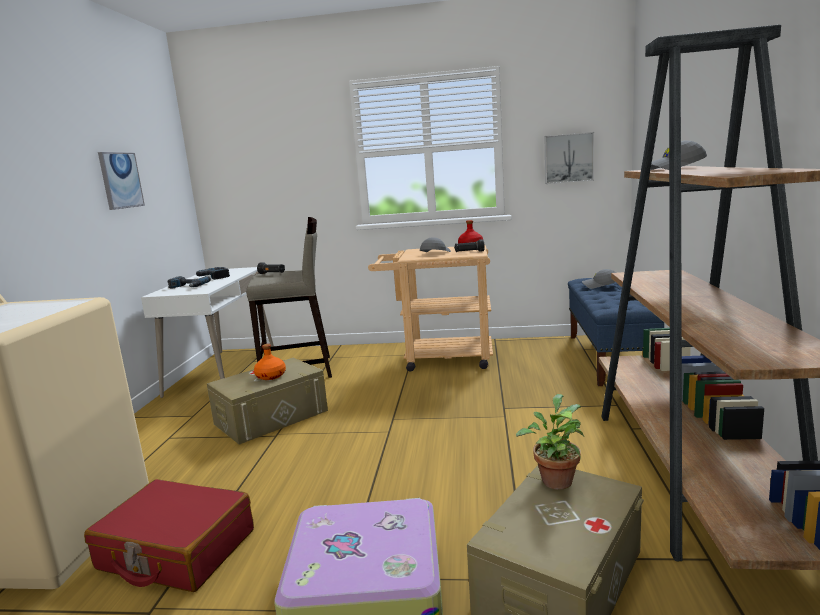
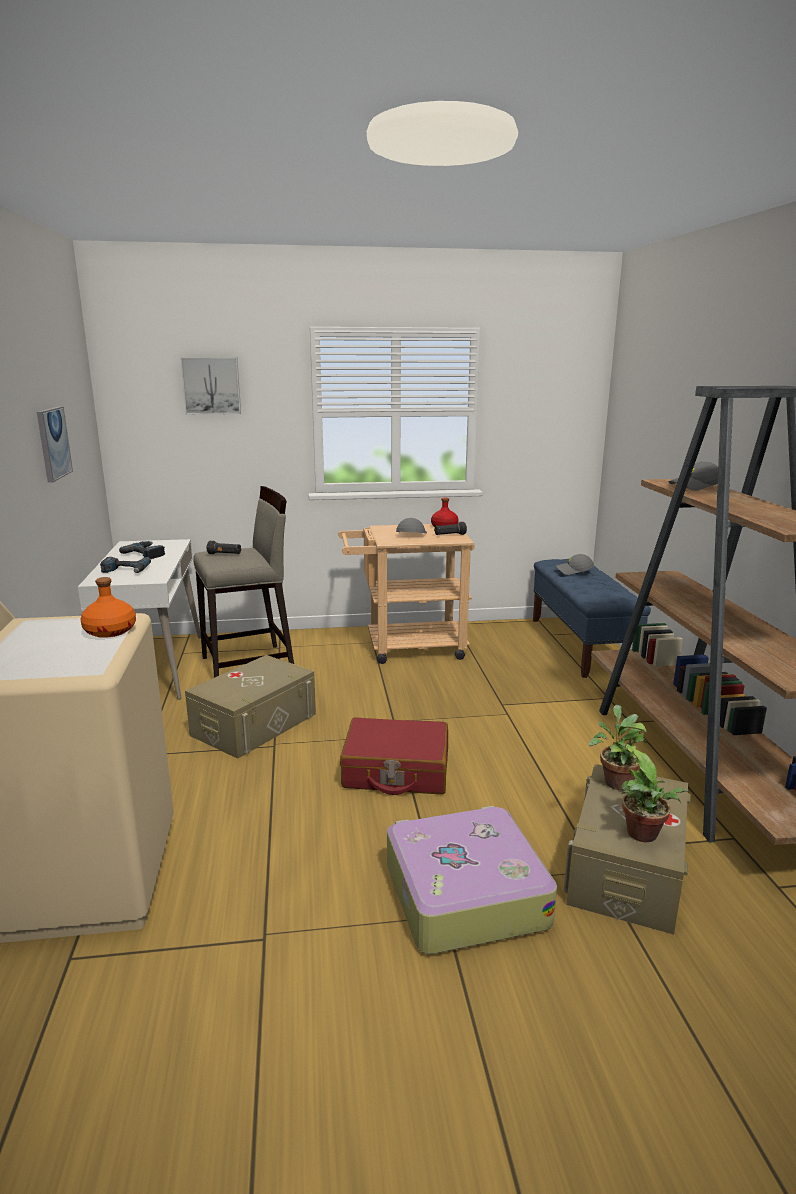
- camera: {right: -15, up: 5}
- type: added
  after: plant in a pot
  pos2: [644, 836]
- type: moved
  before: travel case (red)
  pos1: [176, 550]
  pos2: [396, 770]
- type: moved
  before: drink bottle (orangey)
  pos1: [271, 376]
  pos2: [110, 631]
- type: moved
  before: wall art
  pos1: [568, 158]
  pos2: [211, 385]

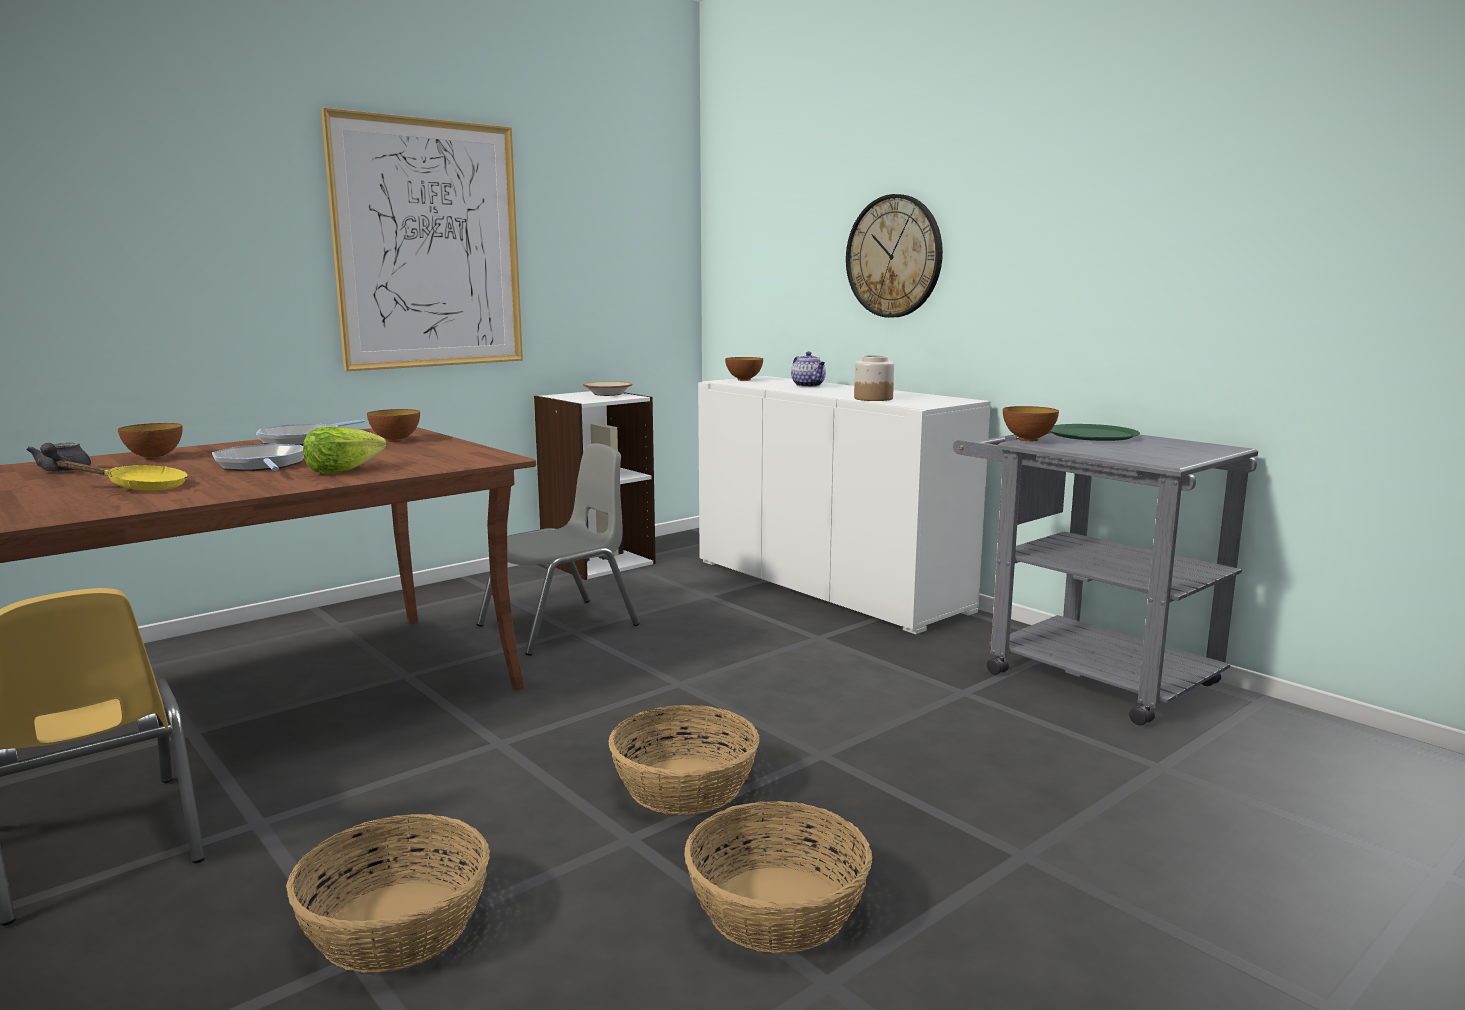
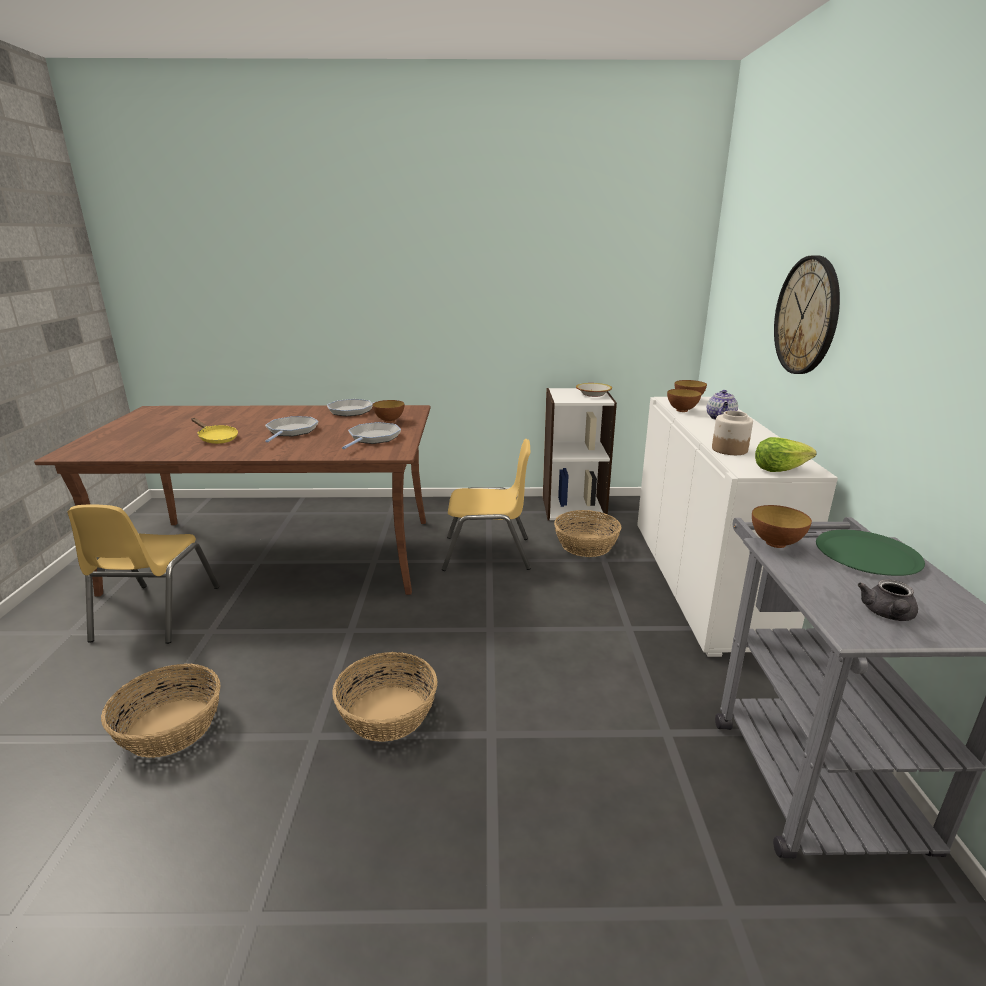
- camera: {right: 40, up: 10}
- type: removed
  before: wall art
  pos1: [428, 245]
- type: added
  after: pan
  pos2: [373, 438]
- type: moved
  before: pot for tea (grey)
  pos1: [62, 471]
  pos2: [887, 615]
- type: moved
  before: serving bowl
  pos1: [154, 458]
  pos2: [682, 410]
- type: moved
  before: head of lettuce
  pos1: [343, 470]
  pos2: [779, 469]
- type: moved
  before: basket
  pos1: [777, 907]
  pos2: [586, 545]
- type: recoloured
  before: chair (grey)
  after: chair (yellow-coloured)
  pos1: [560, 626]
  pos2: [487, 554]

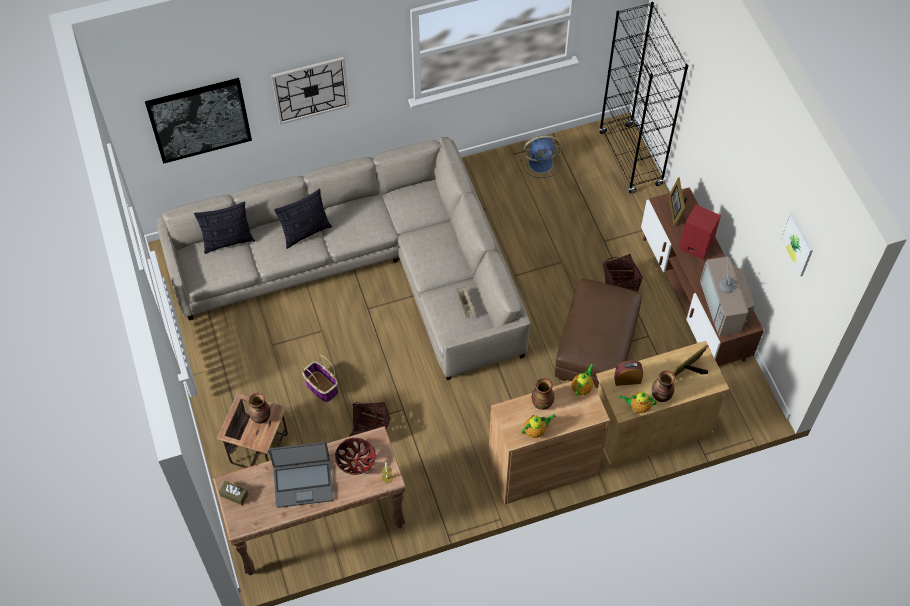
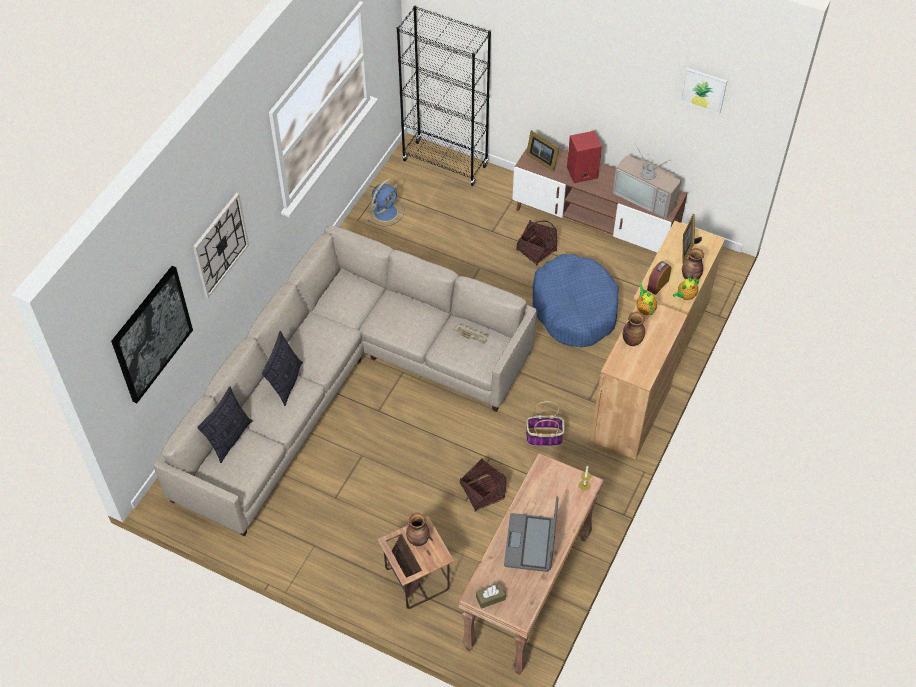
- camera: {right: -45, up: -5}
- type: removed
  before: serving bowl
  pos1: [356, 461]
- type: removed
  before: pot for tea
  pos1: [536, 430]
- type: moved
  before: basket
  pos1: [321, 387]
  pos2: [543, 437]
- type: replaced
  before: footrest (brown-coloured)
  after: dog bed (blue)
  pos1: [595, 352]
  pos2: [574, 308]
- type: turned
  before: notebook computer
  pos1: [303, 483]
  pos2: [531, 543]
  turn: 150

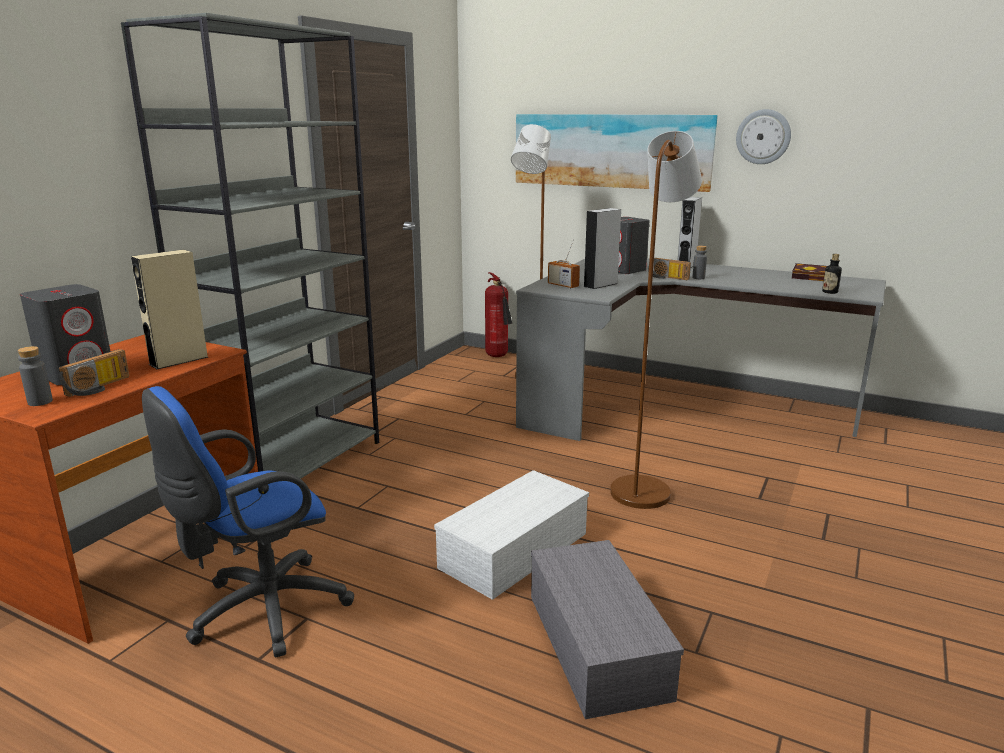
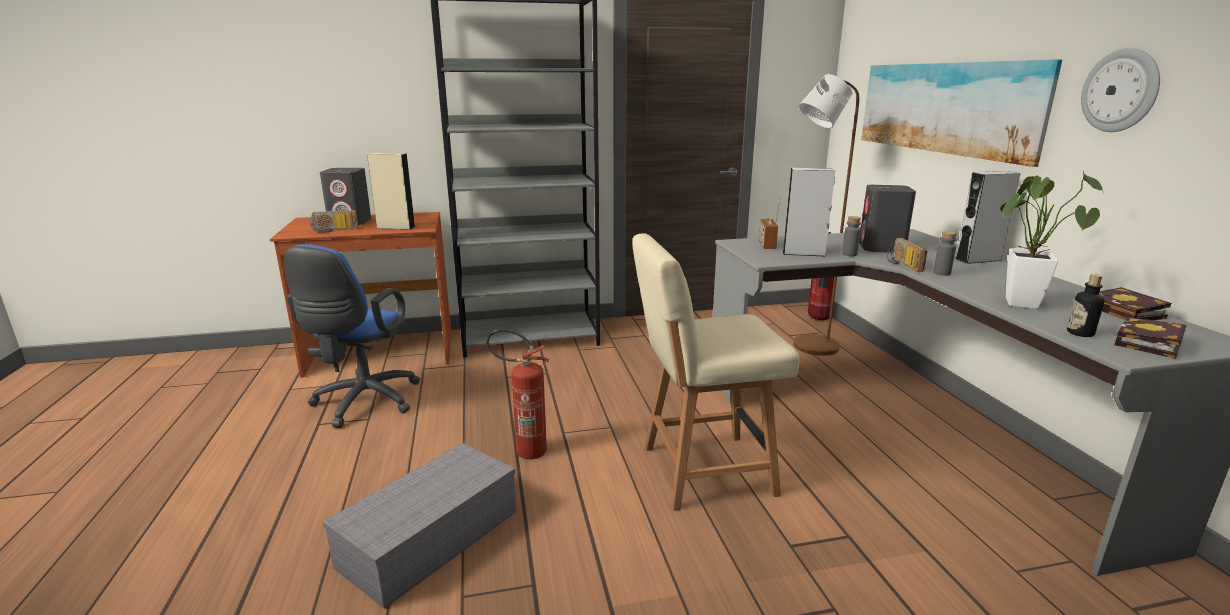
- camera: {right: 50, up: 0}
- type: added
  after: plant in a pot
  pos2: [1020, 301]
- type: added
  after: bound book
  pos2: [1149, 344]
- type: moved
  before: drink bottle (grey)
  pos1: [40, 402]
  pos2: [849, 254]
- type: replaced
  before: storage container (white)
  after: fire extinguisher
  pos1: [514, 549]
  pos2: [523, 451]
- type: replaced
  before: standing lamp (brown-coloured)
  after: chair (beige-coloured)
  pos1: [644, 488]
  pos2: [702, 471]
- type: turned
  before: desk chair (blue)
  pos1: [261, 611]
  pos2: [363, 403]
  turn: -90

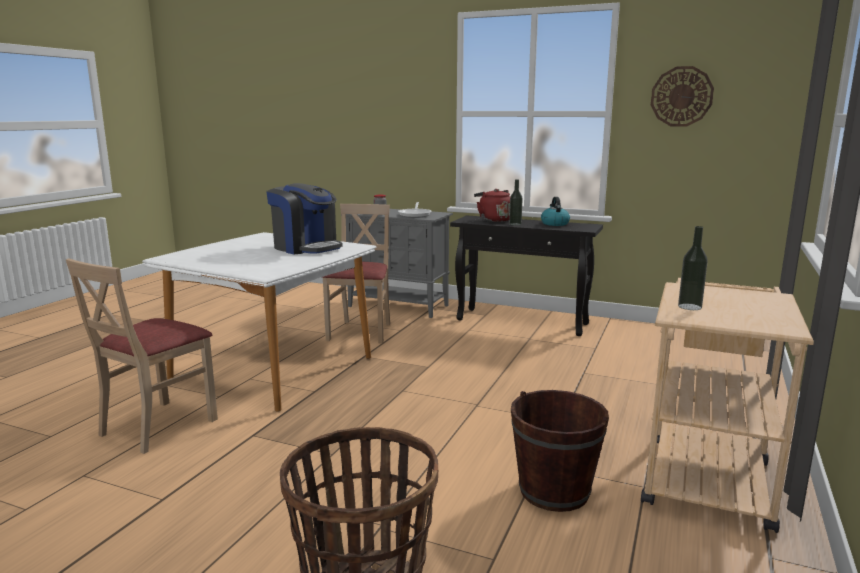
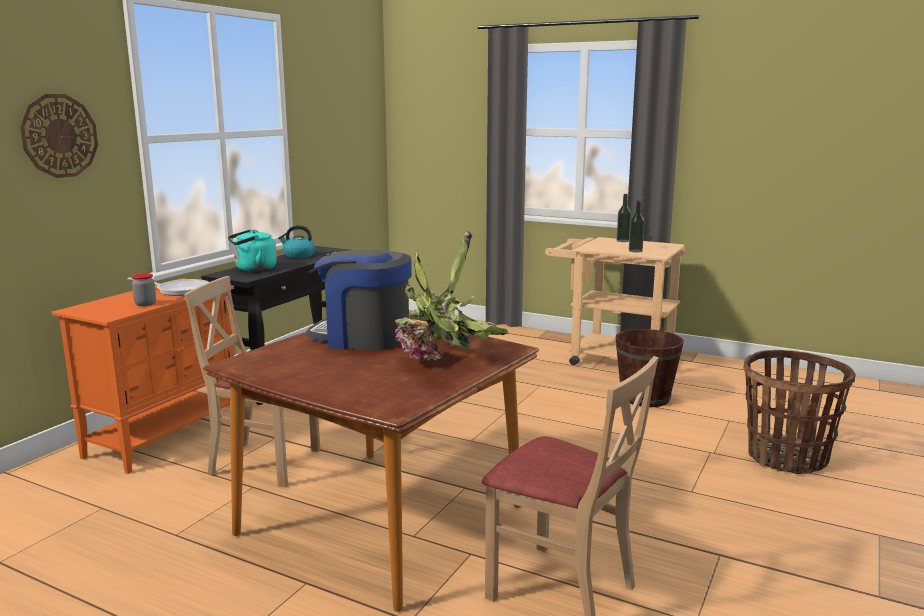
- camera: {right: -85, up: 0}
- type: added
  after: plant in a pot
  pos2: [444, 361]
- type: moved
  before: drink bottle
  pos1: [515, 224]
  pos2: [622, 241]
- type: moved
  before: wall clock
  pos1: [681, 96]
  pos2: [59, 136]
- type: recoloured
  before: dinner table (white)
  after: dinner table (brown-coloured)
  pos1: [272, 369]
  pos2: [382, 521]
- type: recoloured
  before: storage cabinet (grey)
  after: storage cabinet (orangey)
  pos1: [399, 306]
  pos2: [165, 436]
- type: recoloured
  before: kettle (red)
  after: kettle (turquoise-coloured)
  pos1: [493, 220]
  pos2: [253, 269]
- type: turned
  before: coffee brewer
  pos1: [306, 247]
  pos2: [362, 337]
  turn: -120

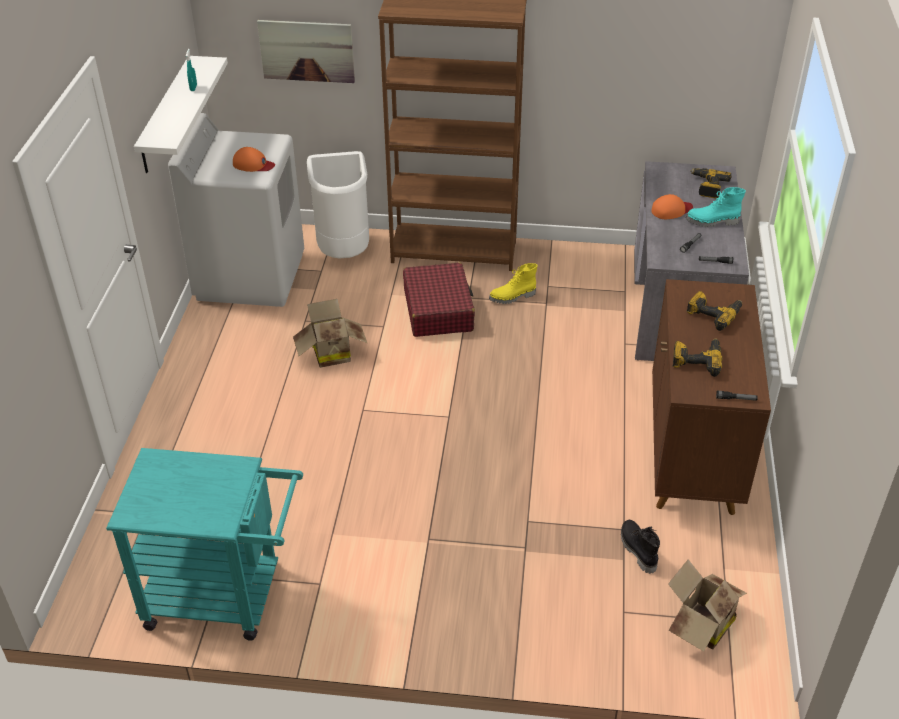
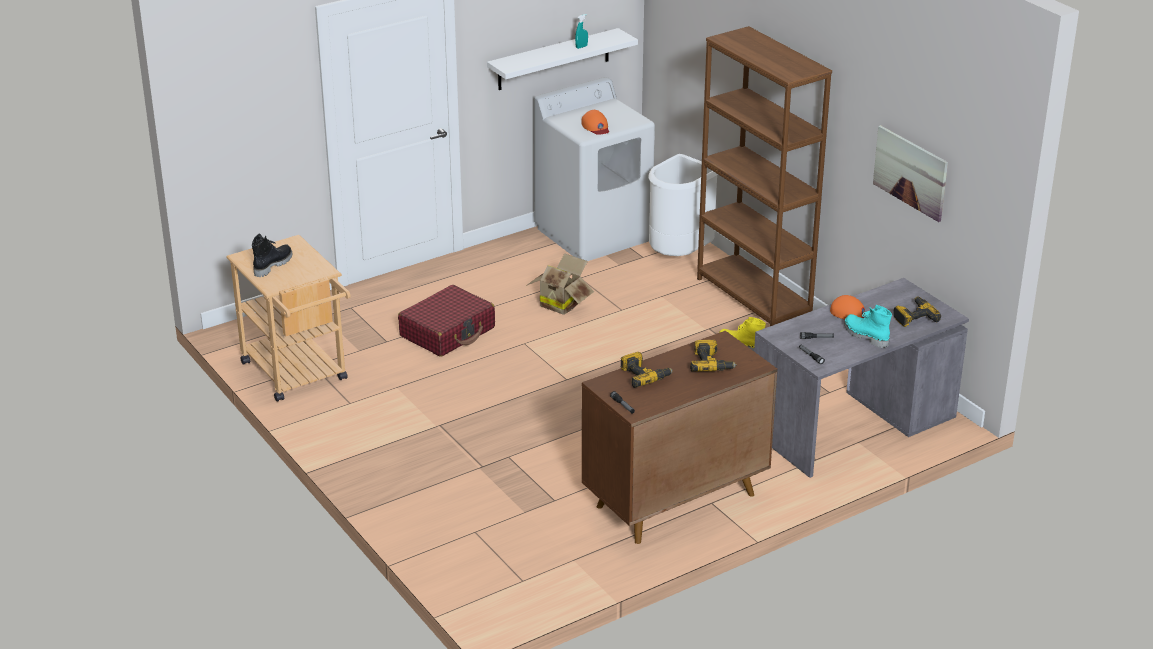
- camera: {right: 50, up: -10}
- type: removed
  before: cardboard box
  pos1: [699, 625]
- type: moved
  before: wall art
  pos1: [307, 51]
  pos2: [910, 172]
- type: moved
  before: travel case (red)
  pos1: [438, 310]
  pos2: [448, 332]
- type: moved
  before: high-top boot (black-coloured)
  pos1: [637, 550]
  pos2: [272, 265]
- type: recoloured
  before: cart (turquoise-coloured)
  after: cart (beige-coloured)
  pos1: [225, 596]
  pos2: [298, 375]

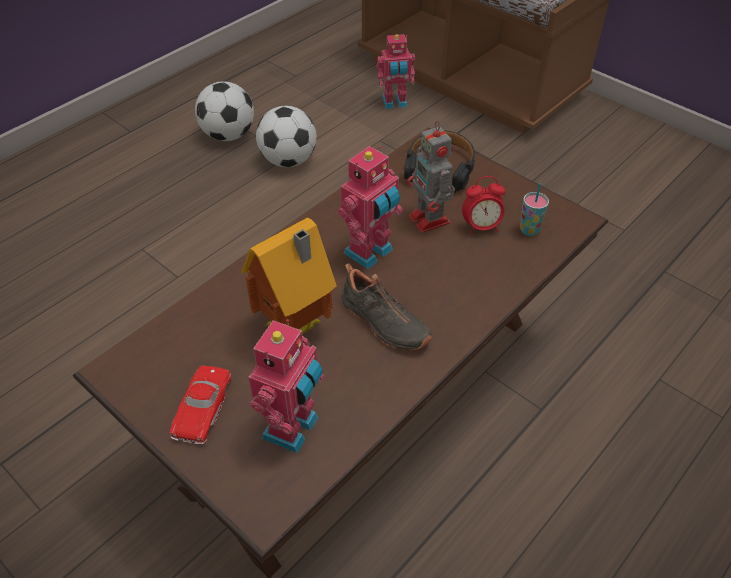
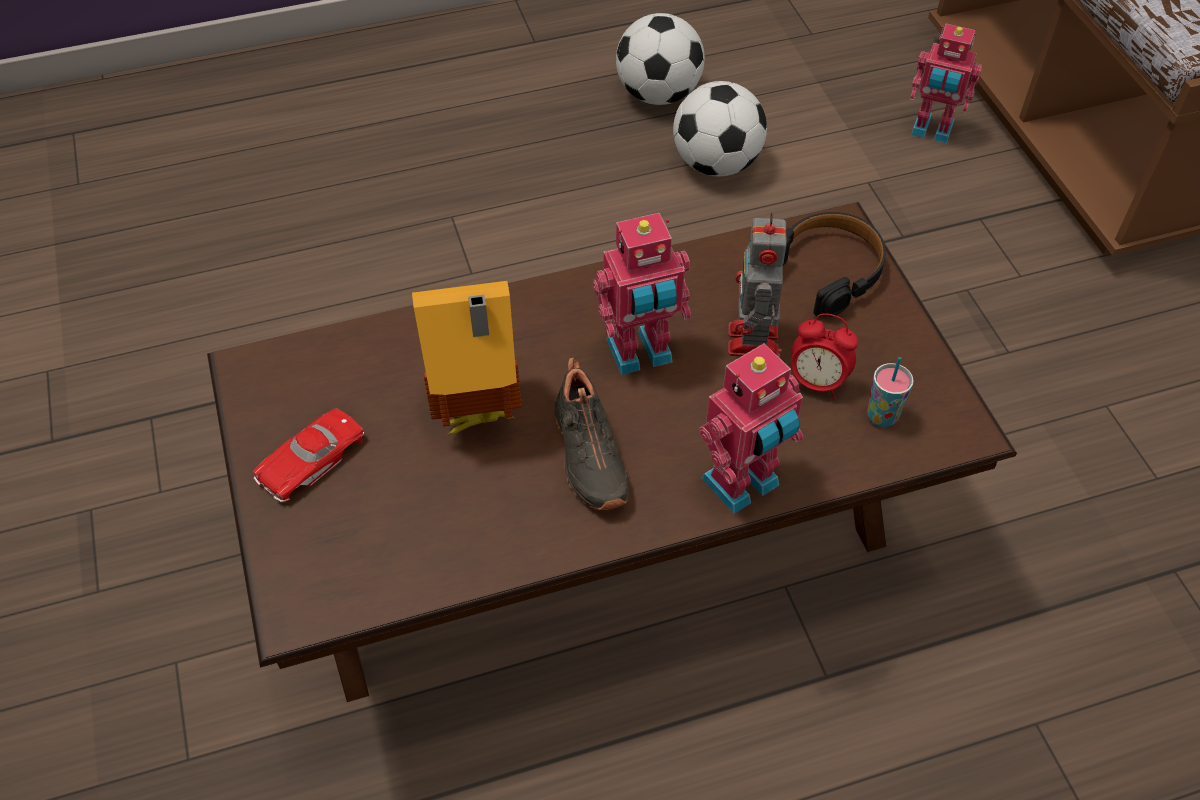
- camera: {right: 30, up: 5}
- type: moved
  before: toy robot
  pos1: [294, 429]
  pos2: [743, 485]

